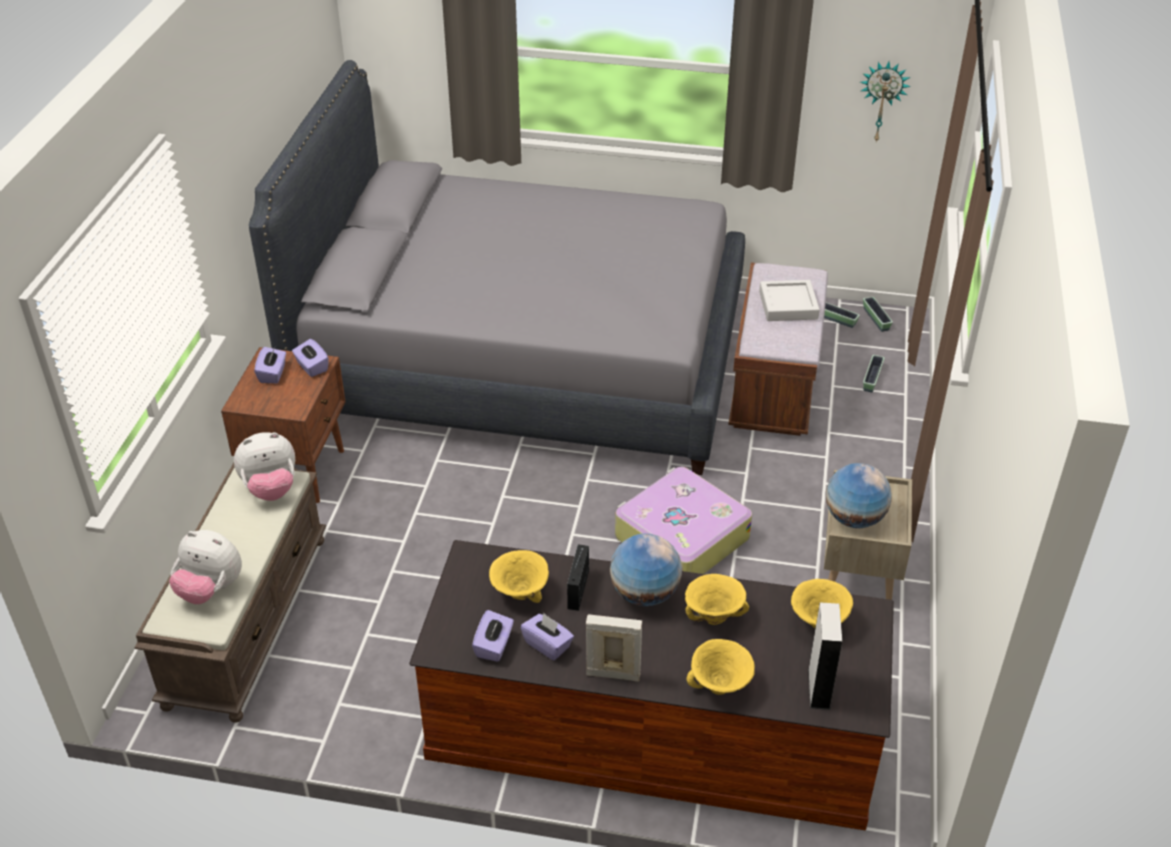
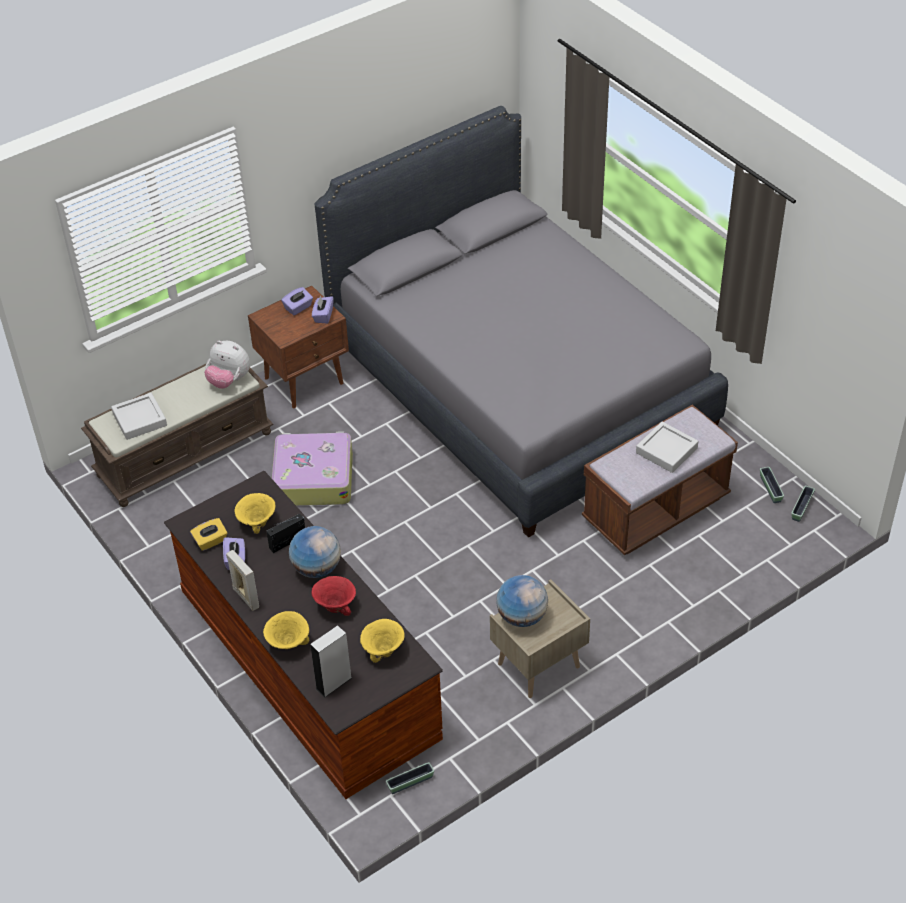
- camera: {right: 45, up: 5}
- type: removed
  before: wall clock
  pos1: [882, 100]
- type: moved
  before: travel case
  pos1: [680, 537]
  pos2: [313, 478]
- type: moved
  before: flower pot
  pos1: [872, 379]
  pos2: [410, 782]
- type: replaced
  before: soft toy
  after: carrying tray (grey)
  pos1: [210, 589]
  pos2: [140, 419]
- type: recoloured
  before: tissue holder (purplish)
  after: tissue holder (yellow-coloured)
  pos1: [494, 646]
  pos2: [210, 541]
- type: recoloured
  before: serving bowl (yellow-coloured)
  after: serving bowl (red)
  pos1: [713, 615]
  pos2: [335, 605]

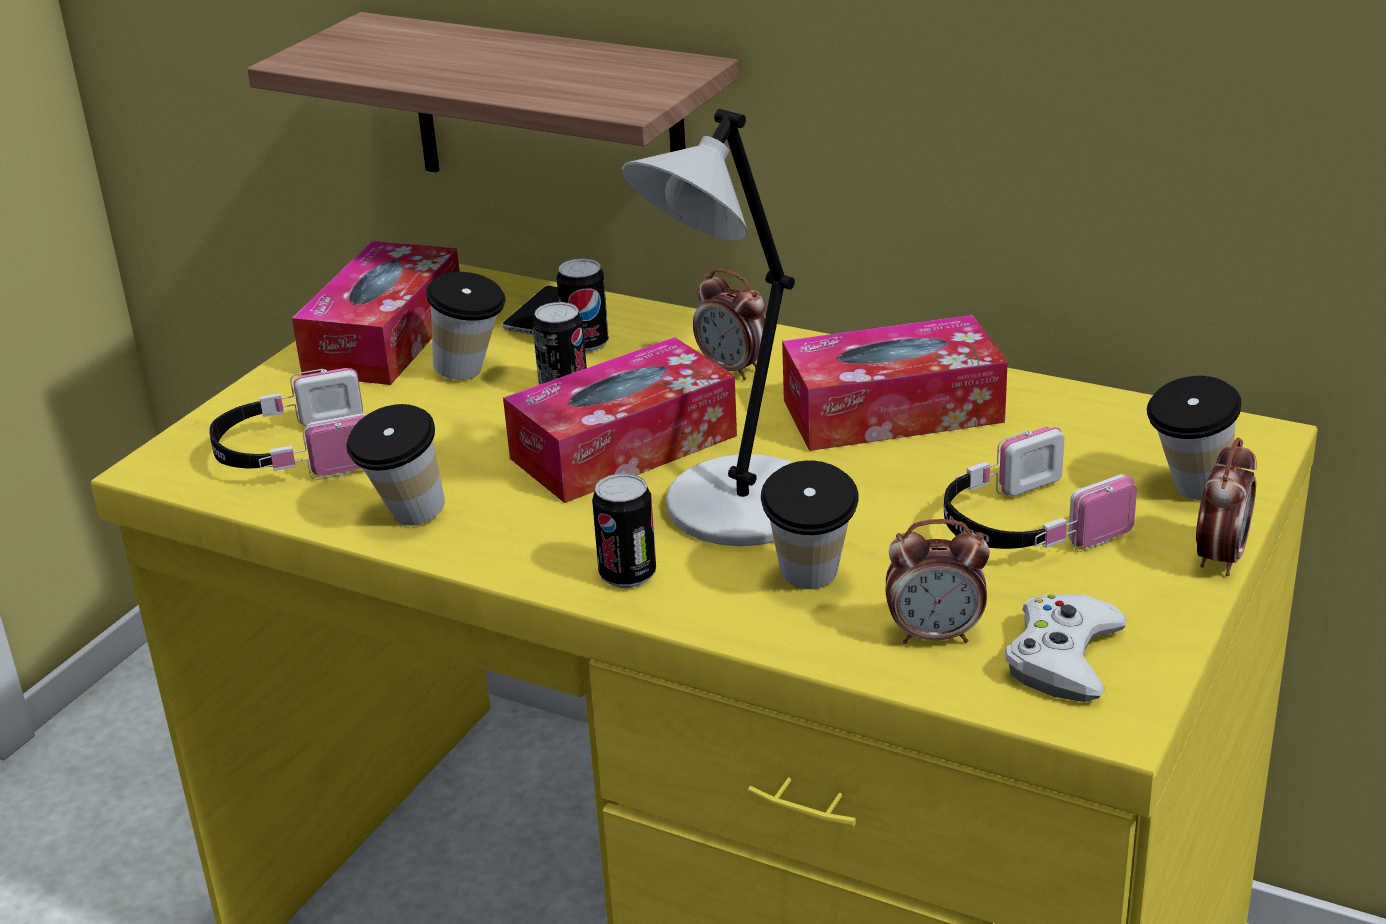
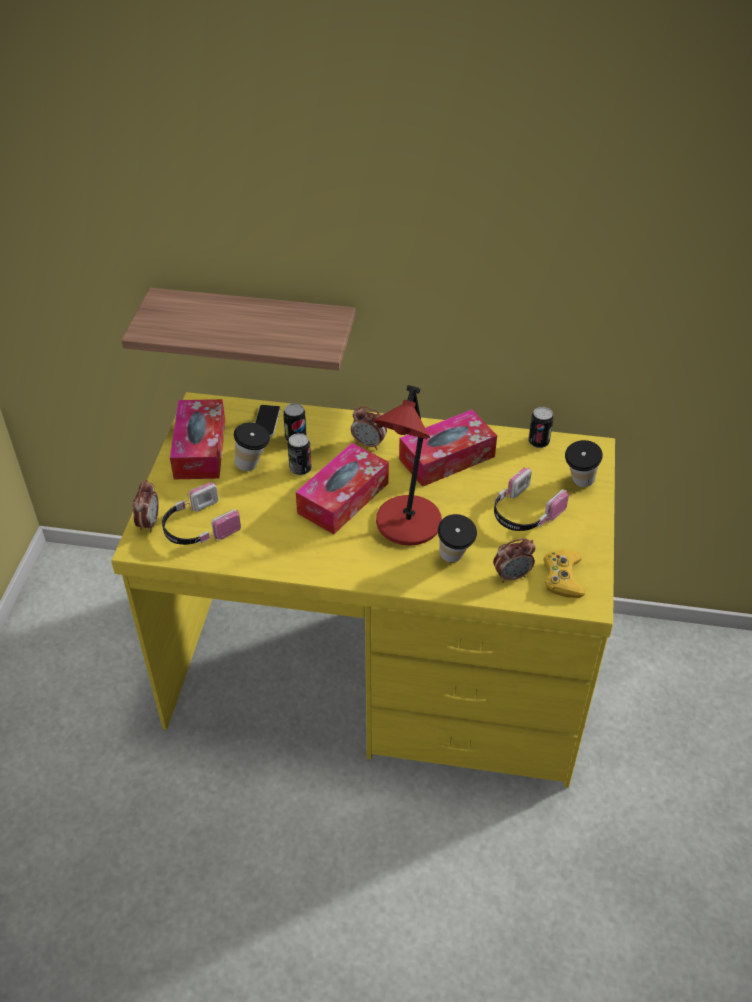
- camera: {right: -20, up: 15}
- type: removed
  before: small cup
  pos1: [405, 520]
- type: moved
  before: metal can
  pos1: [627, 575]
  pos2: [538, 442]
- type: moved
  before: bedside clock
  pos1: [1220, 558]
  pos2: [149, 523]
- type: recoloured
  before: lamp for a table (grey)
  after: lamp for a table (red)
  pos1: [738, 509]
  pos2: [407, 524]
- type: recoloured
  before: gamepad (white)
  after: gamepad (yellow-coloured)
  pos1: [1063, 658]
  pos2: [562, 577]

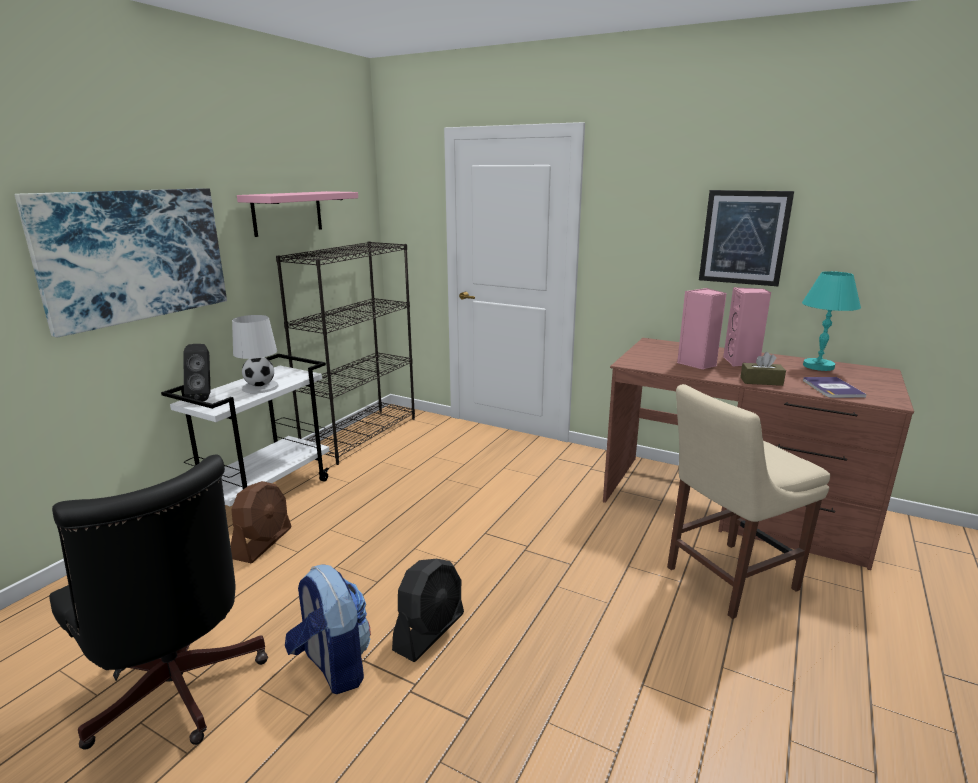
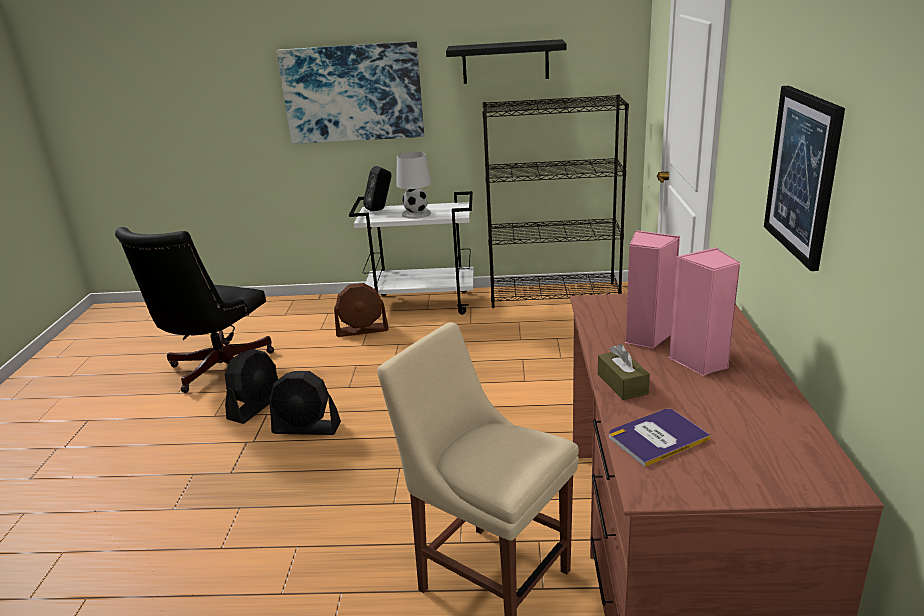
- camera: {right: 65, up: 5}
- type: removed
  before: lamp for a table (turquoise-coloured)
  pos1: [818, 366]
- type: replaced
  before: rucksack
  after: cooling fan (black-coloured)
  pos1: [333, 666]
  pos2: [256, 406]
- type: recoloured
  before: bracket shelf (pink-coloured)
  after: bracket shelf (black-coloured)
  pos1: [287, 213]
  pos2: [505, 62]

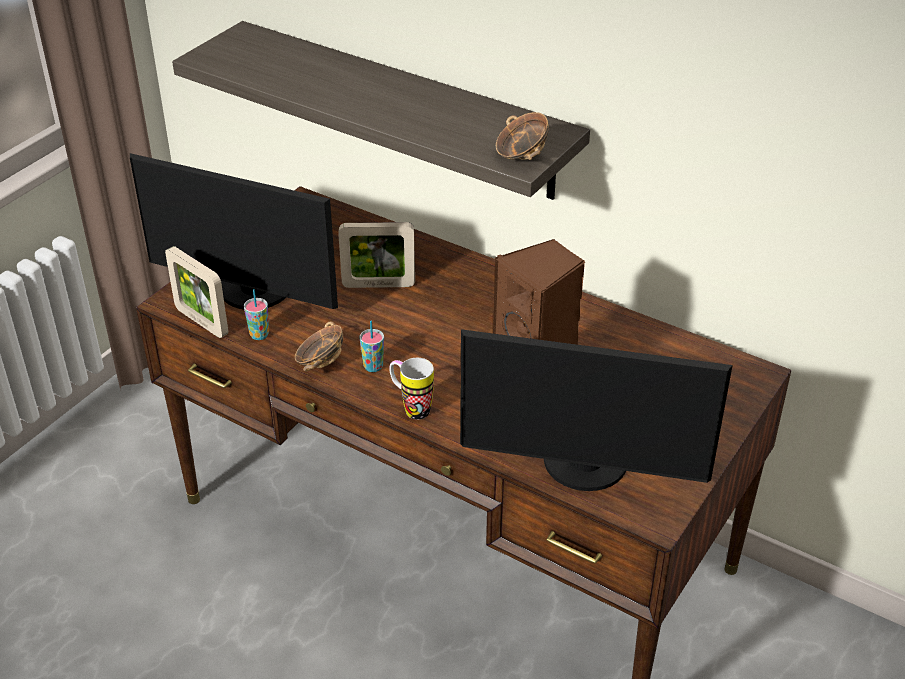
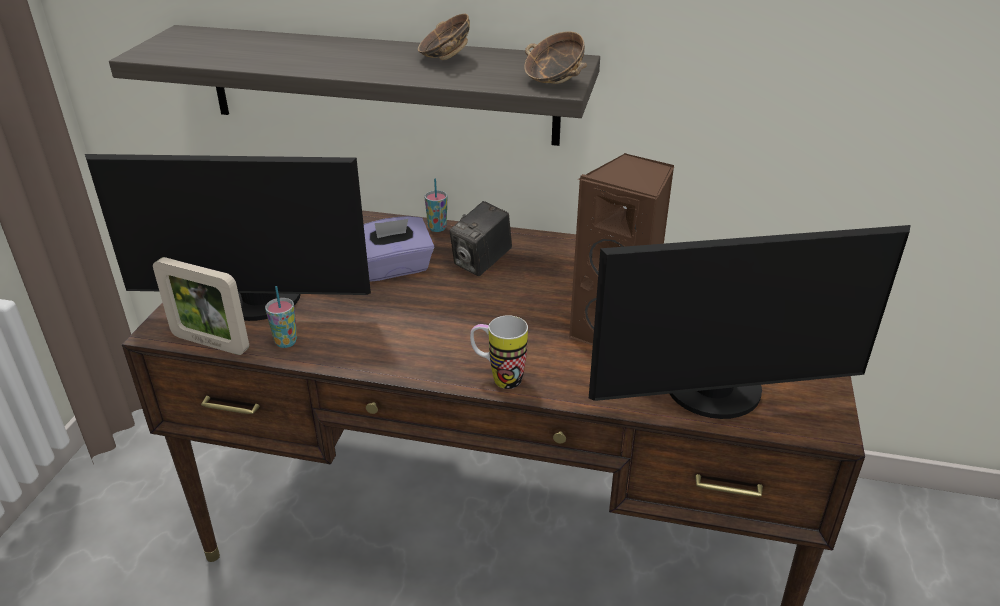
- camera: {right: -20, up: -5}
- type: added
  after: still camera
  pos2: [482, 263]
- type: moved
  before: serving bowl
  pos1: [320, 362]
  pos2: [444, 58]
- type: moved
  before: small cup
  pos1: [373, 367]
  pos2: [437, 228]
- type: replaced
  before: photo frame
  after: tissue holder (purplish)
  pos1: [378, 285]
  pos2: [394, 268]

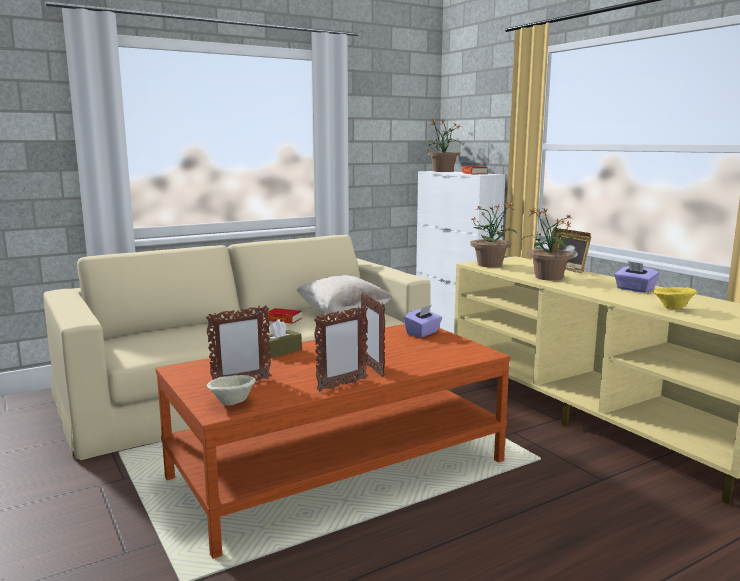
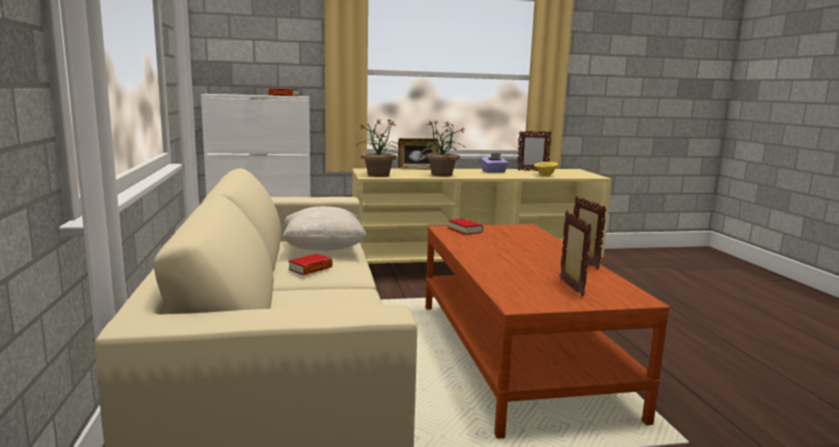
- camera: {right: -70, up: 0}
- type: removed
  before: serving bowl (beige-coloured)
  pos1: [232, 403]
- type: removed
  before: tissue holder (brown-coloured)
  pos1: [280, 351]
- type: removed
  before: plant in a pot
  pos1: [443, 171]
- type: moved
  before: photo frame
  pos1: [372, 368]
  pos2: [532, 171]
- type: replaced
  before: tissue holder (purplish)
  after: bound book
  pos1: [423, 333]
  pos2: [465, 230]

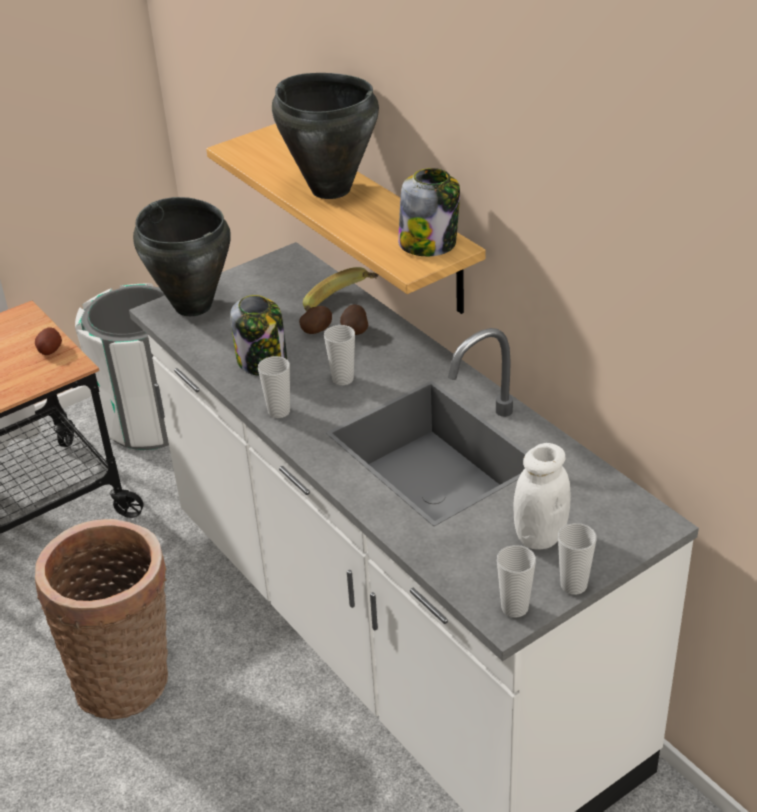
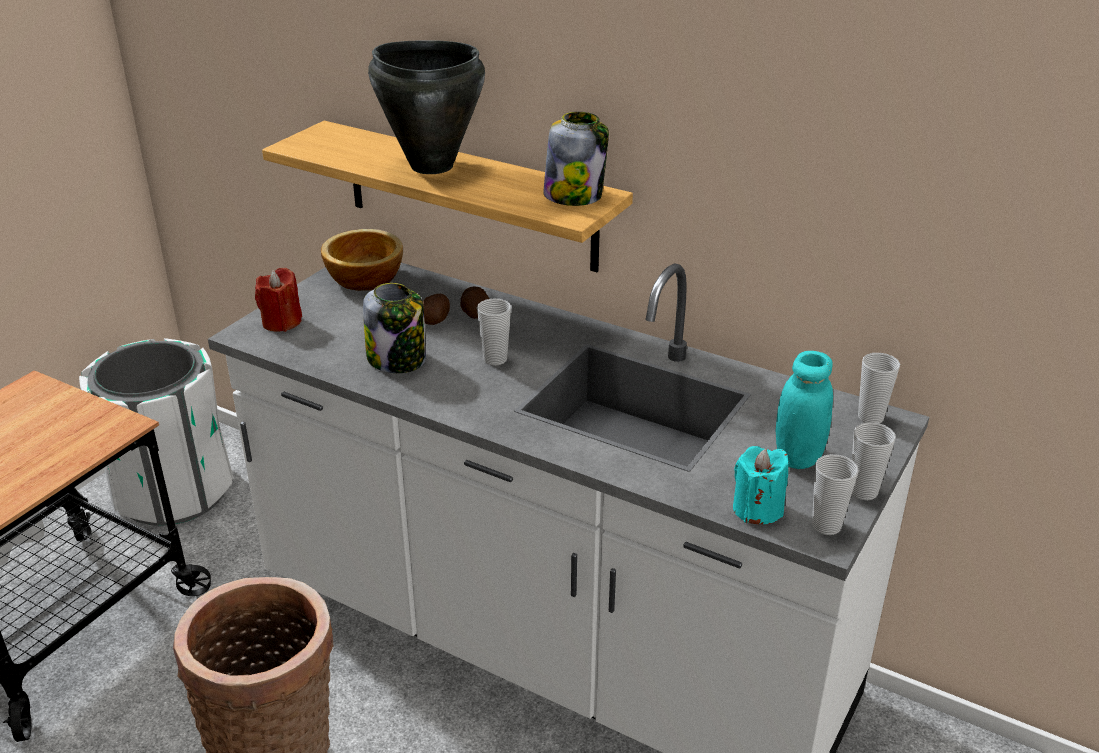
- camera: {right: -25, up: -5}
- type: removed
  before: potato
  pos1: [50, 350]
- type: removed
  before: banana
  pos1: [343, 304]
- type: added
  after: serving bowl
  pos2: [363, 278]
- type: added
  after: wax candle (turquoise-coloured)
  pos2: [757, 509]
- type: moved
  before: small cup
  pos1: [279, 411]
  pos2: [870, 417]
- type: replaced
  before: stockpot (black-coloured)
  after: wax candle (red)
  pos1: [193, 305]
  pos2: [282, 322]
- type: recoloured
  before: jar (white)
  after: jar (turquoise-coloured)
  pos1: [540, 536]
  pos2: [798, 456]

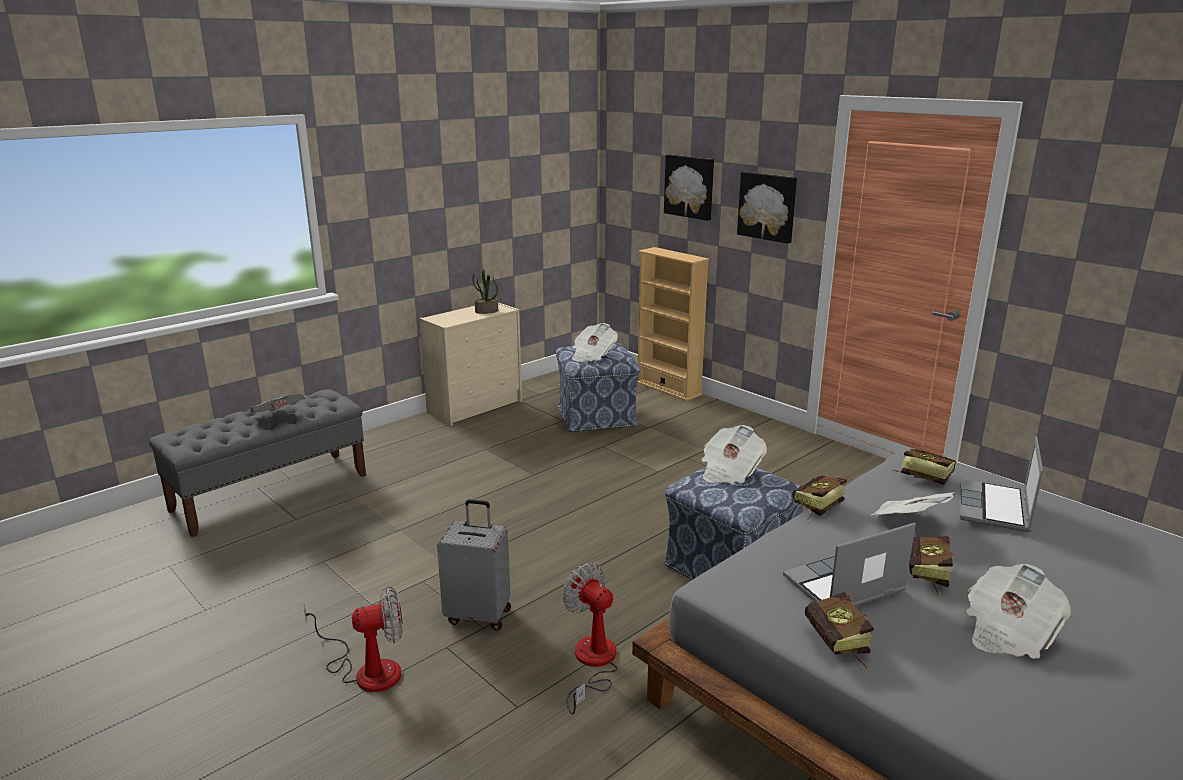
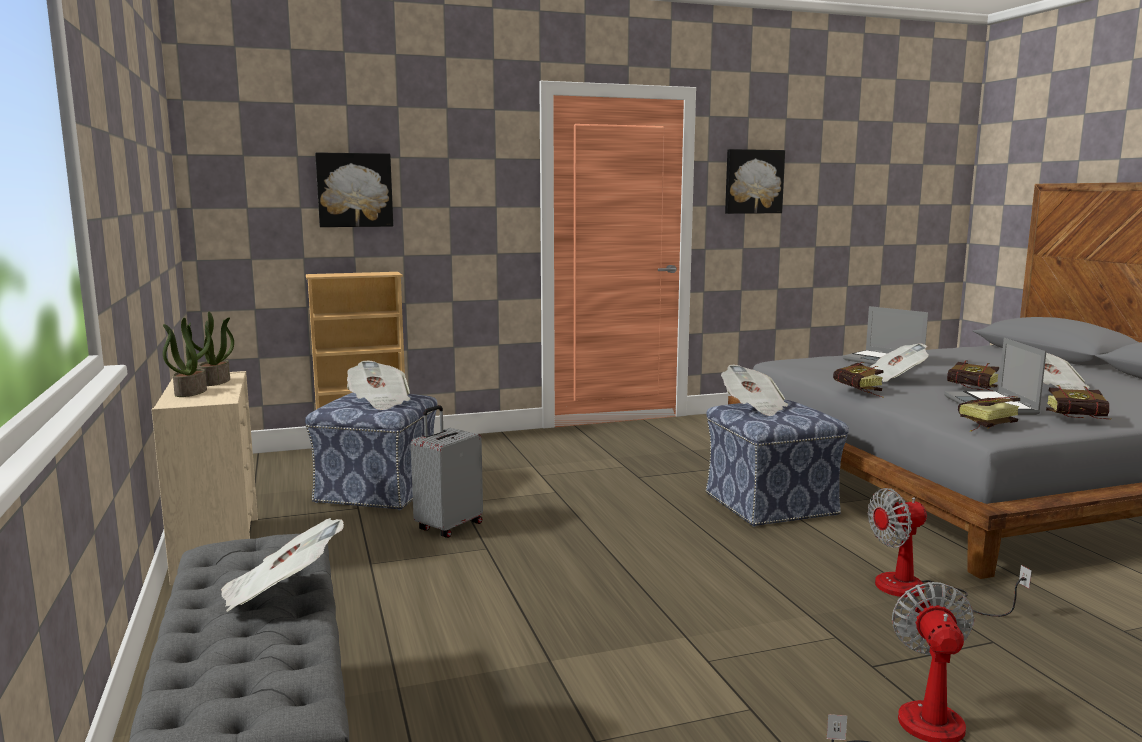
- camera: {right: -65, up: -10}
- type: added
  after: plant in a pot
  pos2: [190, 392]
- type: moved
  before: travel case (grey)
  pos1: [479, 615]
  pos2: [448, 527]
- type: moved
  before: wall art
  pos1: [768, 206]
  pos2: [753, 181]
- type: moved
  before: bound book
  pos1: [920, 475]
  pos2: [983, 426]

